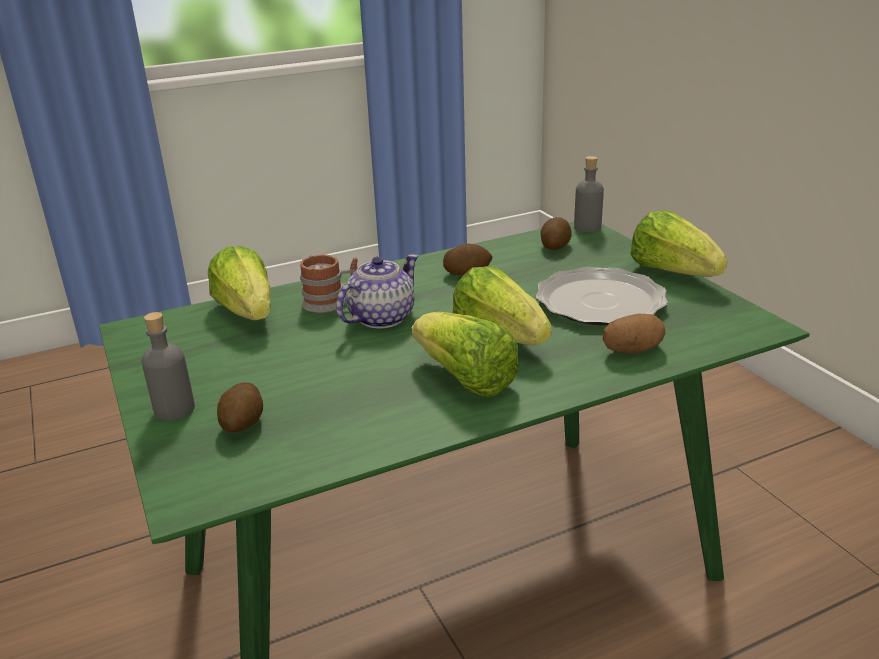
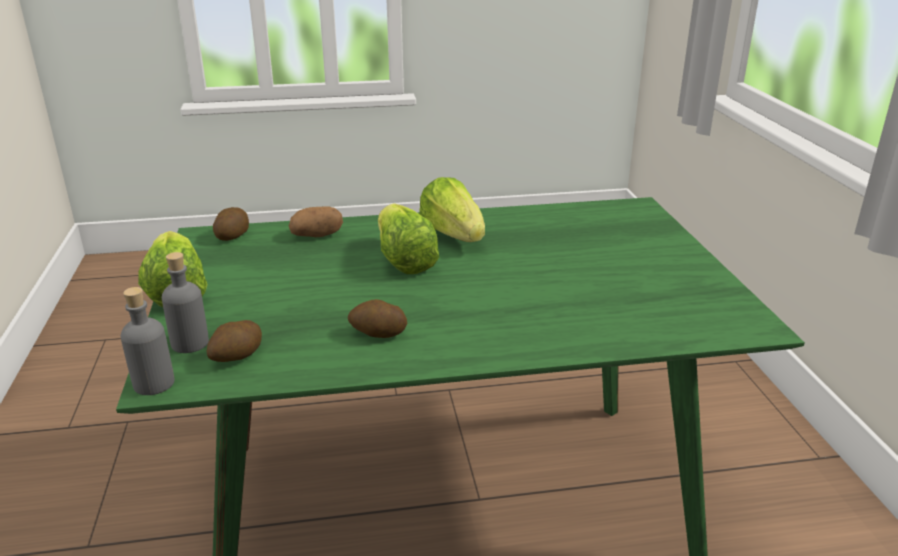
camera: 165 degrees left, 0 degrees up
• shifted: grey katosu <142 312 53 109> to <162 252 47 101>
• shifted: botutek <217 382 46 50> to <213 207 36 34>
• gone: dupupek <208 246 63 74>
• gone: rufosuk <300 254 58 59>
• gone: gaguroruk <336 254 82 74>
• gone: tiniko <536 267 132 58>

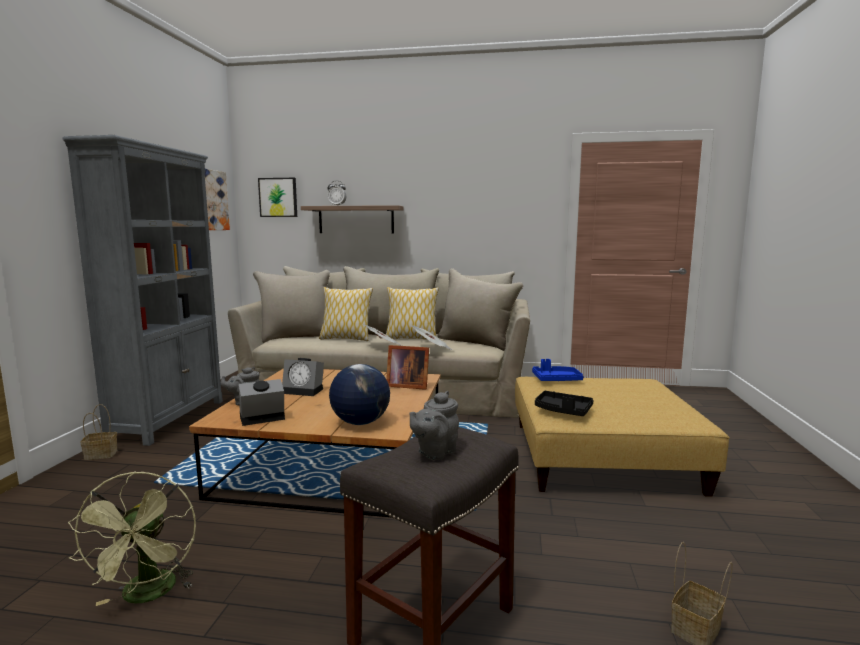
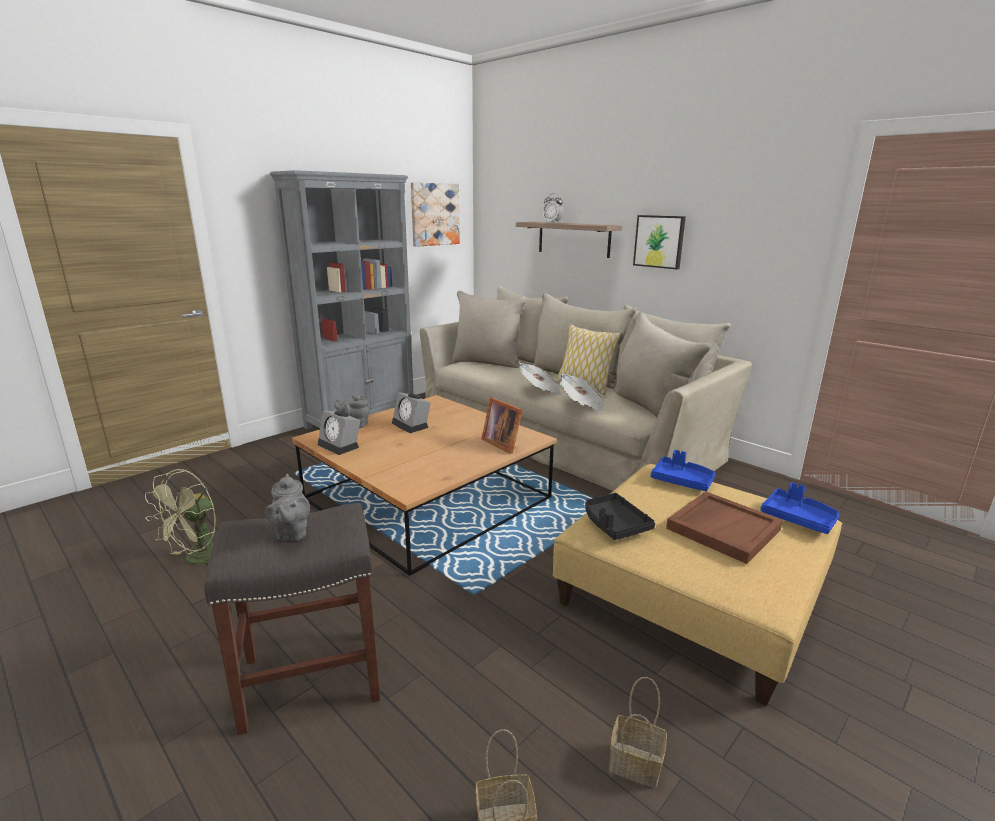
camera: 35 degrees right, 10 degrees up
• rotated: grey gaguroruk <409 391 50 69> = <265 474 45 66> 90 degrees counterclockwise
• rotated: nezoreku <239 379 46 47> = <318 410 42 45> 150 degrees counterclockwise
• shifted: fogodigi <80 404 37 56> to <610 677 57 111>
• shifted: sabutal <258 178 39 39> to <633 215 53 55>
• new: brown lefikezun <666 491 117 73>
• new: blue lefikezun <760 482 80 52>
• gone: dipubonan <319 287 54 54>
• gone: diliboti <329 364 61 61>

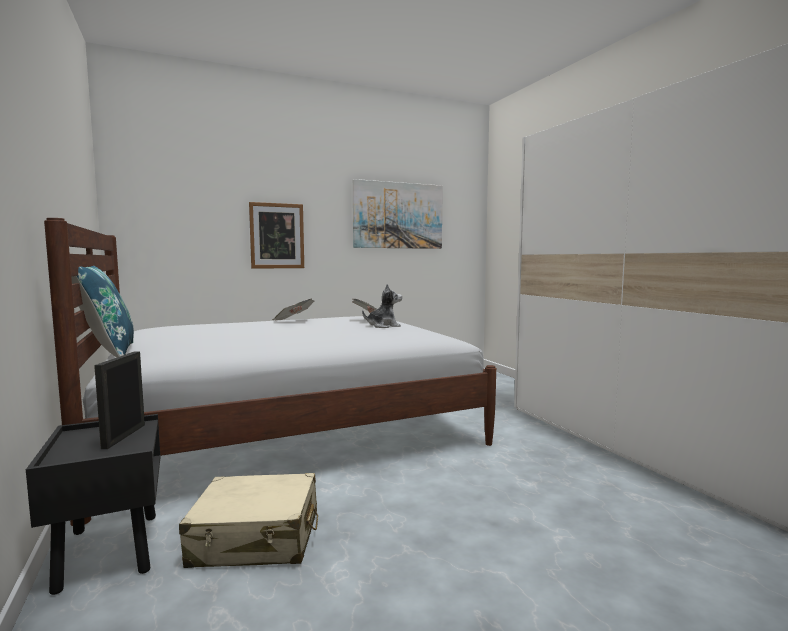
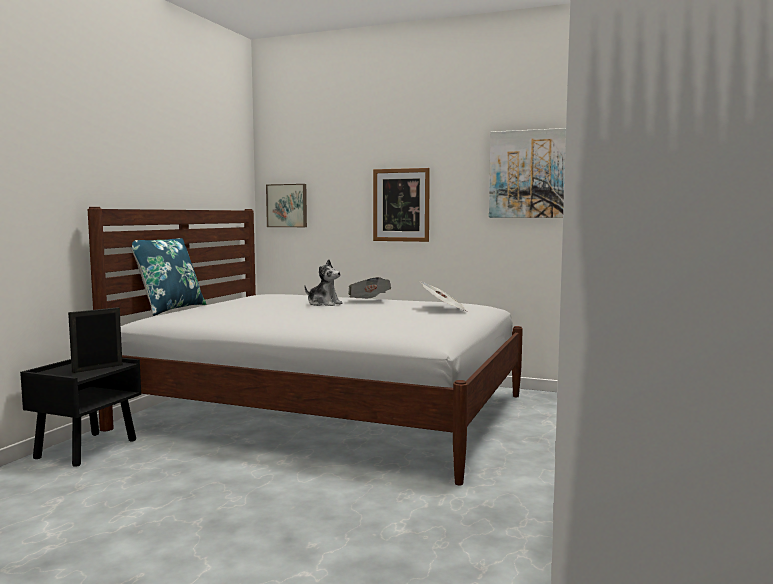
camera: 45 degrees right, 0 degrees up
• new: sabutal <266 184 41 43>
• shifted: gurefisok <362 284 40 44> to <305 259 37 47>
• gone: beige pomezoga <179 473 139 95>

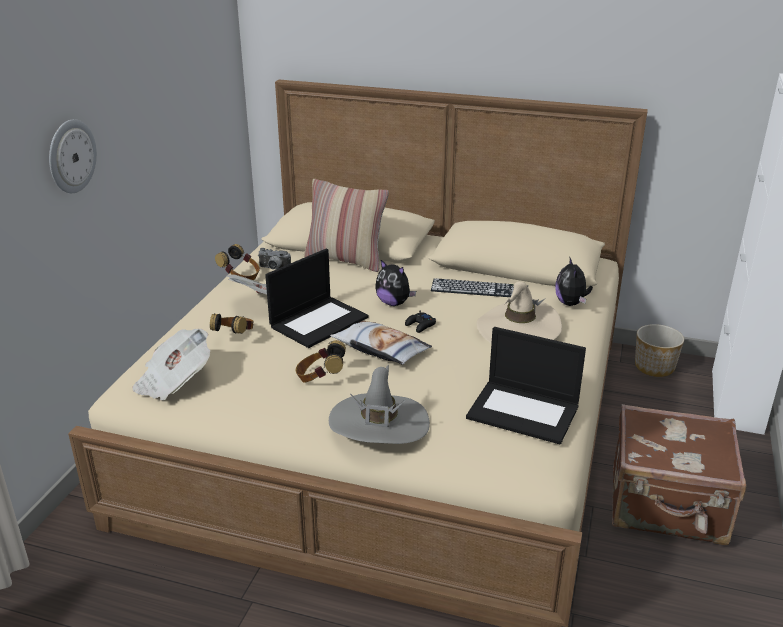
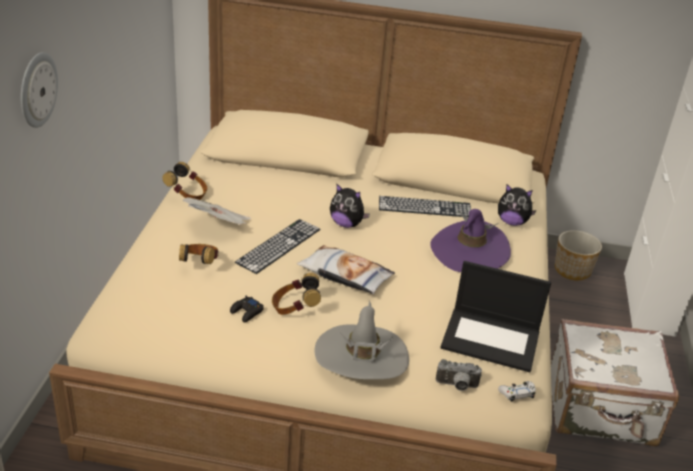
camera: 10 degrees left, 5 degrees up
• shifted: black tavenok <405 311 31 22> to <230 296 34 26>
• swapped: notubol <265 249 103 99> to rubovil <235 219 85 55>
• repainted: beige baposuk <476 281 86 63> to purple baposuk <430 209 81 63>
• shifted: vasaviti <258 248 33 21> to <436 359 46 32>
• rotated: gurefisok <555 256 38 50> = <498 184 38 42> 60 degrees counterclockwise
• new: white tavenok <498 381 38 21>
• repainted: brown pomezoga <612 404 134 141> to white pomezoga <551 319 128 127>
• gone: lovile <132 329 78 71>
• gone: dipubonan <304 179 85 93>

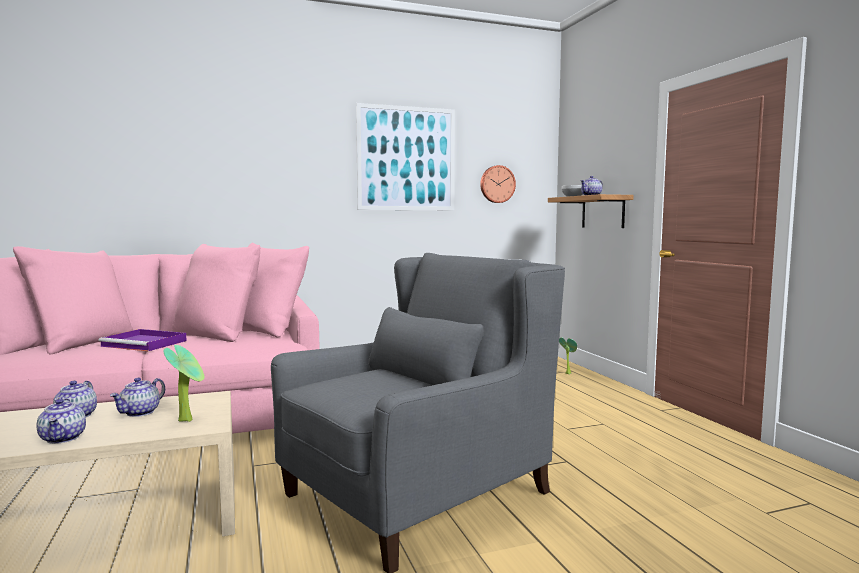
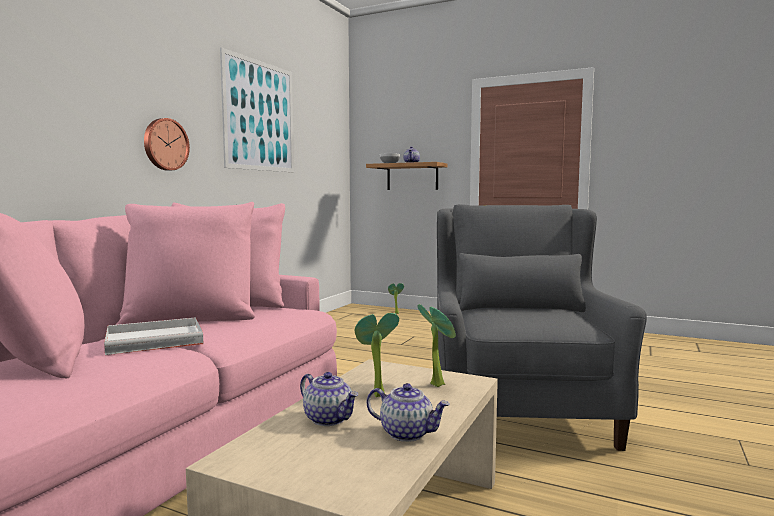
camera: 45 degrees left, 0 degrees up
• repainted: purple lefikezun <99 329 88 22> to white lefikezun <104 317 100 38>
• shifted: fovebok <480 165 36 38> to <144 118 46 53>
• swapped: gaguroruk <110 378 55 39> to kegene <355 313 44 84>

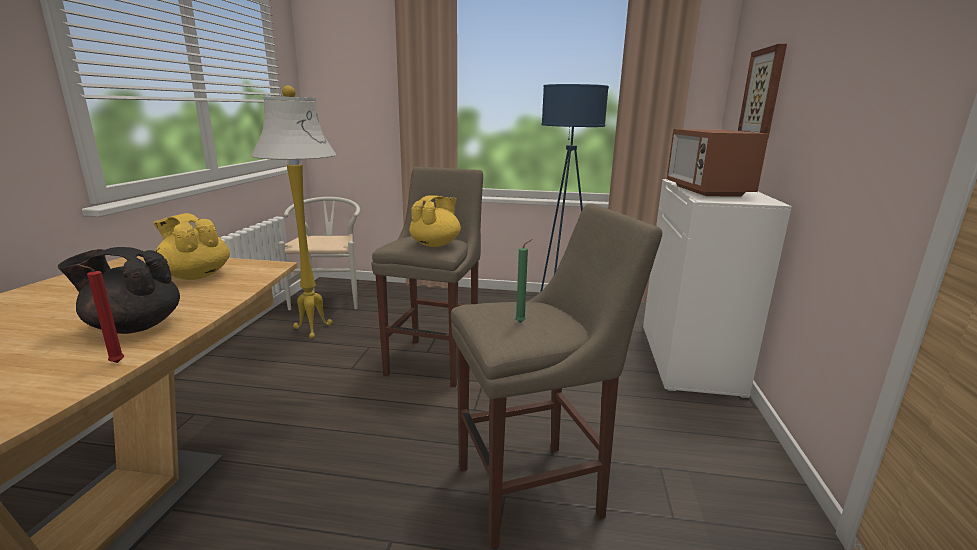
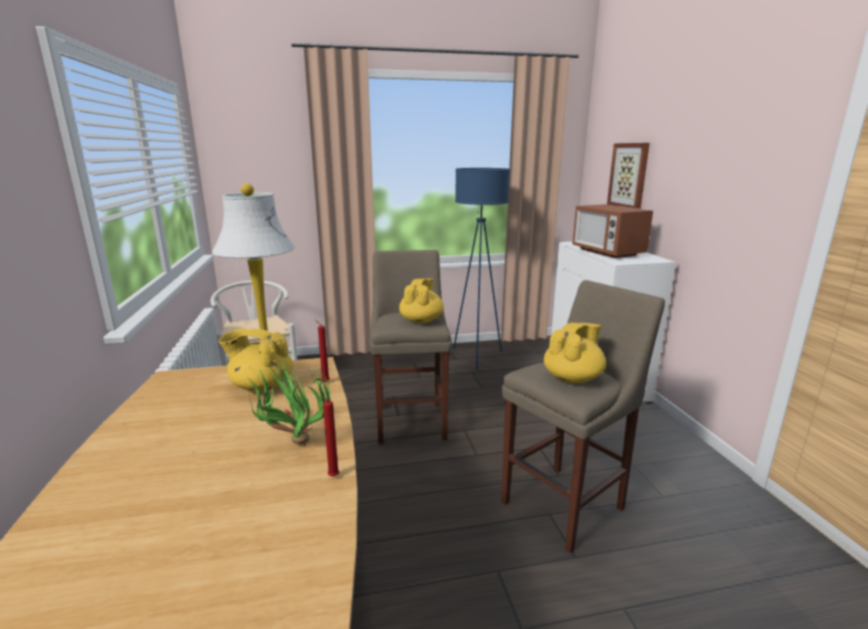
camera: 20 degrees left, 0 degrees up
• swapped: black gaguroruk <58 247 122 87> to kegene <248 358 82 87>
• new: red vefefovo <315 320 15 62>
• swapped: green vefefovo <515 239 17 84> to yellow gaguroruk <544 323 62 61>

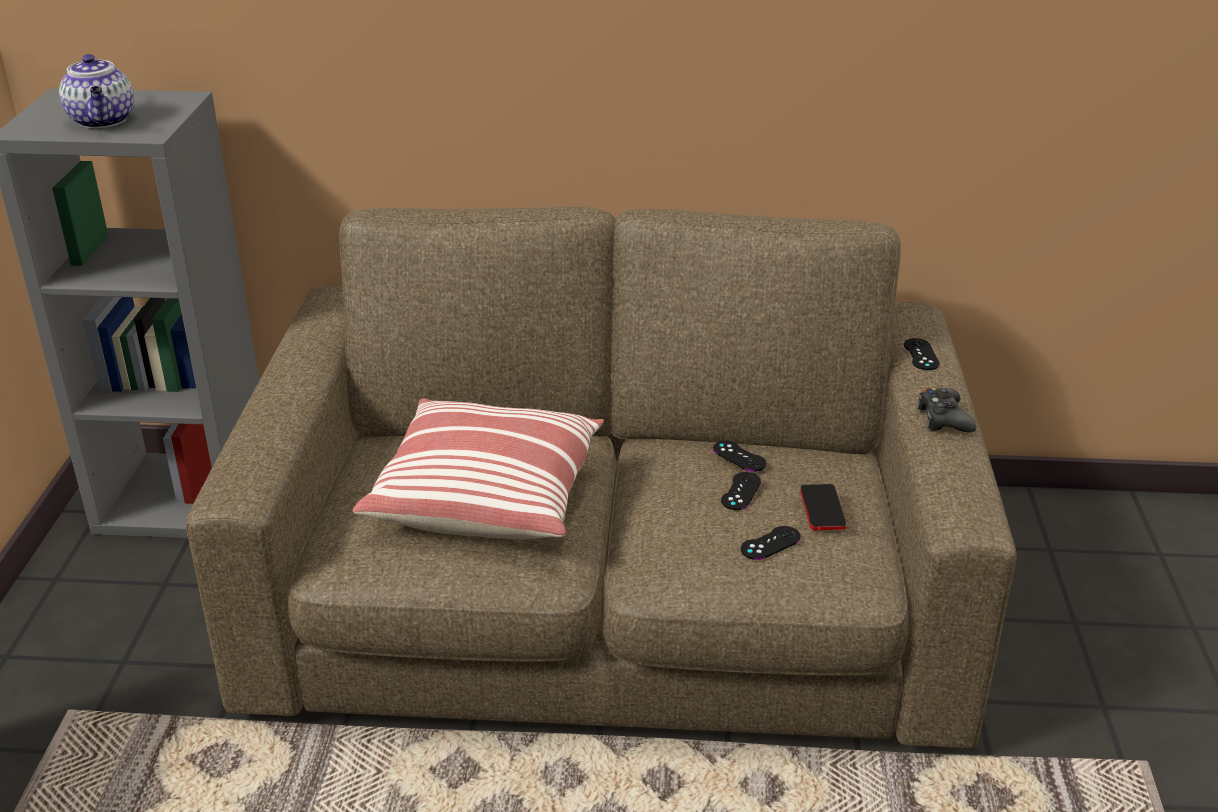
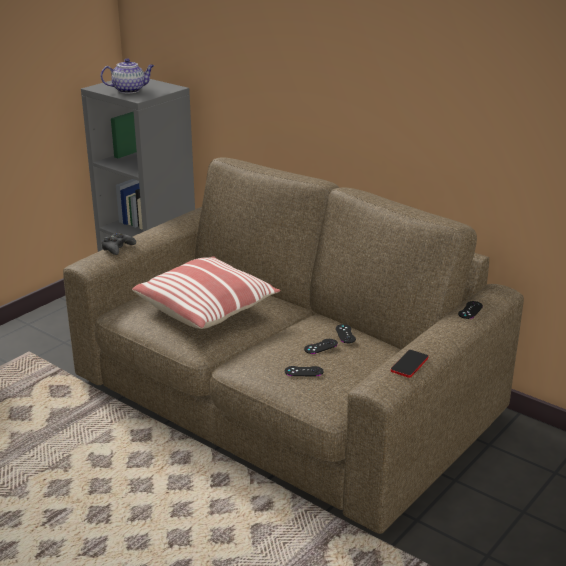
camera: 35 degrees right, 5 degrees down
• rotated: gaguroruk <59 54 75 74> = <101 58 54 35> 120 degrees counterclockwise
• shifted: black tavenok <915 388 61 45> to <102 233 34 22>
• shifted: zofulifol <800 484 46 46> to <391 350 37 28>

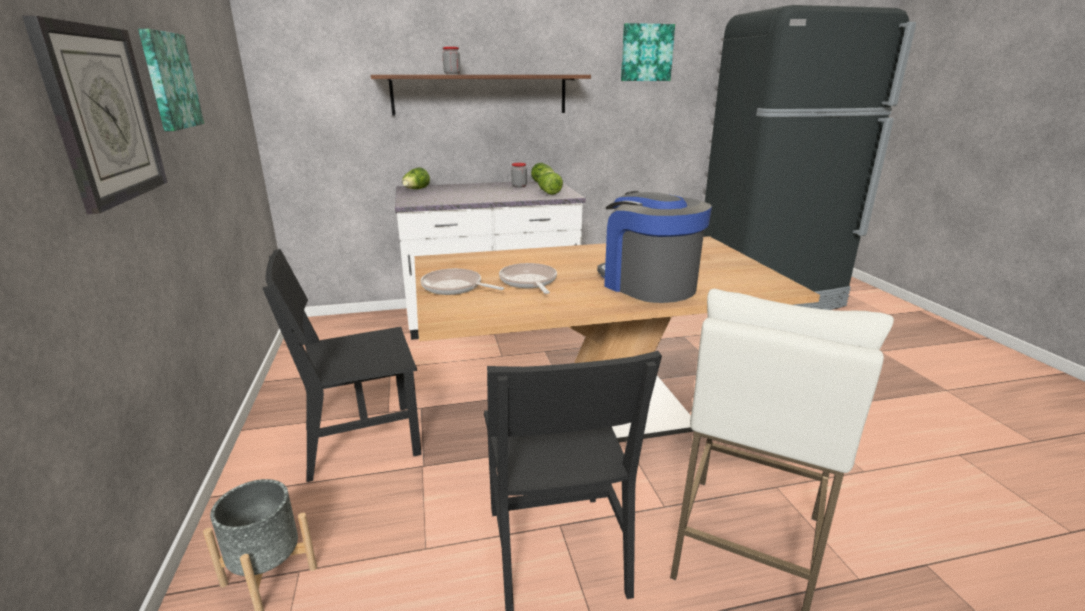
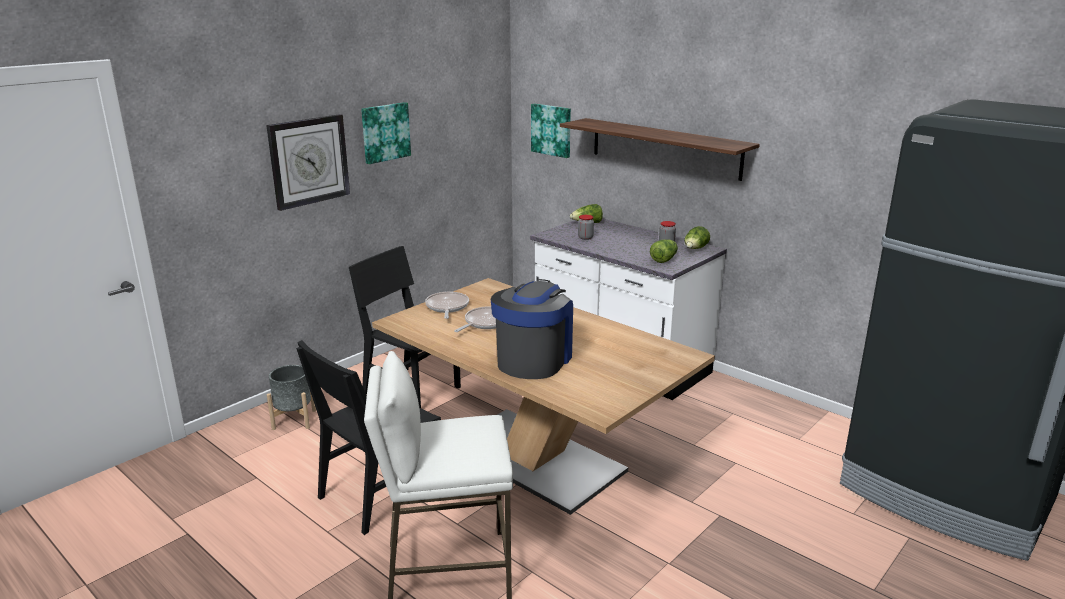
camera: 55 degrees right, 0 degrees up
• shifted: sabutal <621 23 54 58> to <531 103 40 55>
• shifted: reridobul <442 47 19 27> to <578 215 16 25>

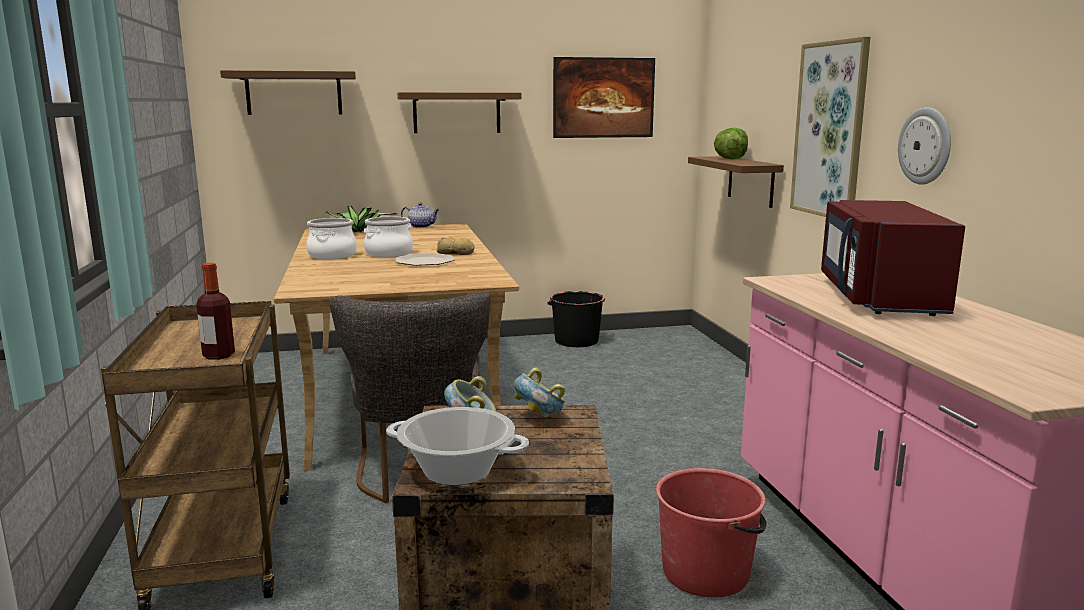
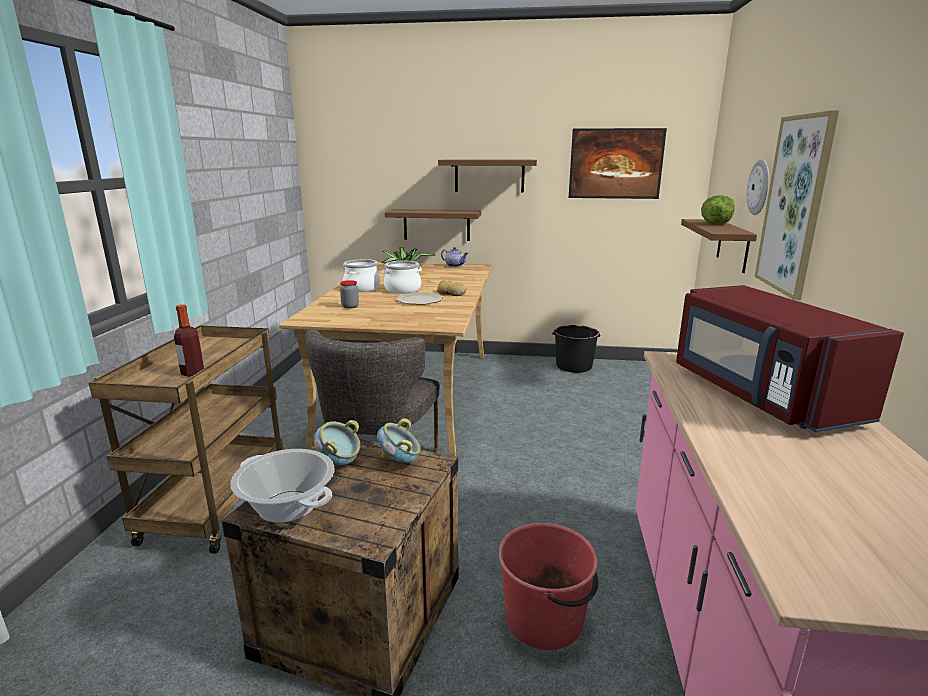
camera: 20 degrees right, 5 degrees up
• new: reridobul <340 280 19 29>
• shifted: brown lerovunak <220 70 136 45> to <385 209 96 32>
• rotated: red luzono <821 200 144 116> = <676 285 228 148> 45 degrees counterclockwise
• shifted: fovebok <898 107 53 78> to <747 159 22 56>

